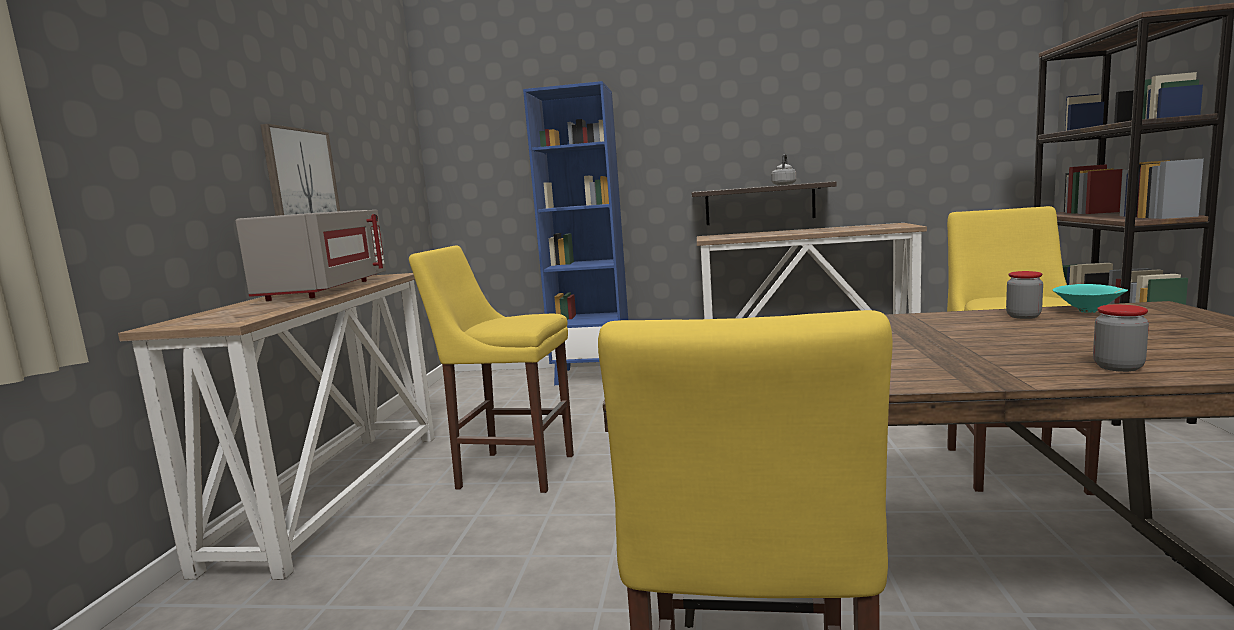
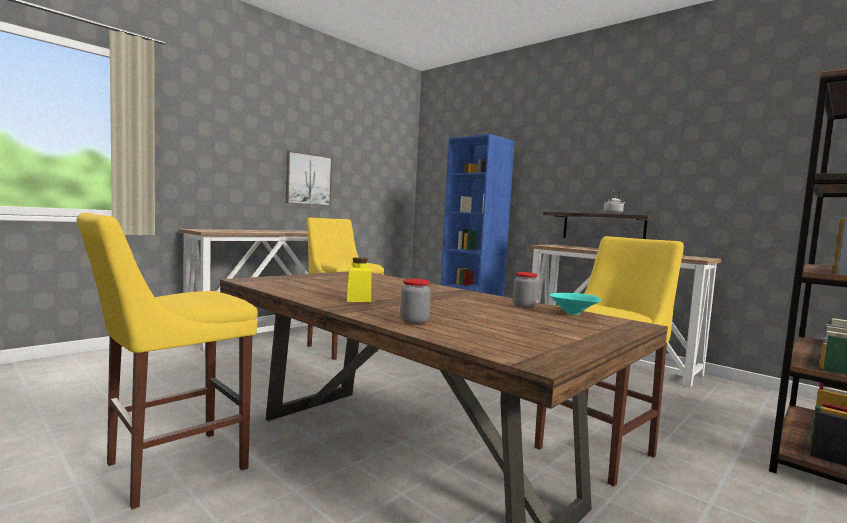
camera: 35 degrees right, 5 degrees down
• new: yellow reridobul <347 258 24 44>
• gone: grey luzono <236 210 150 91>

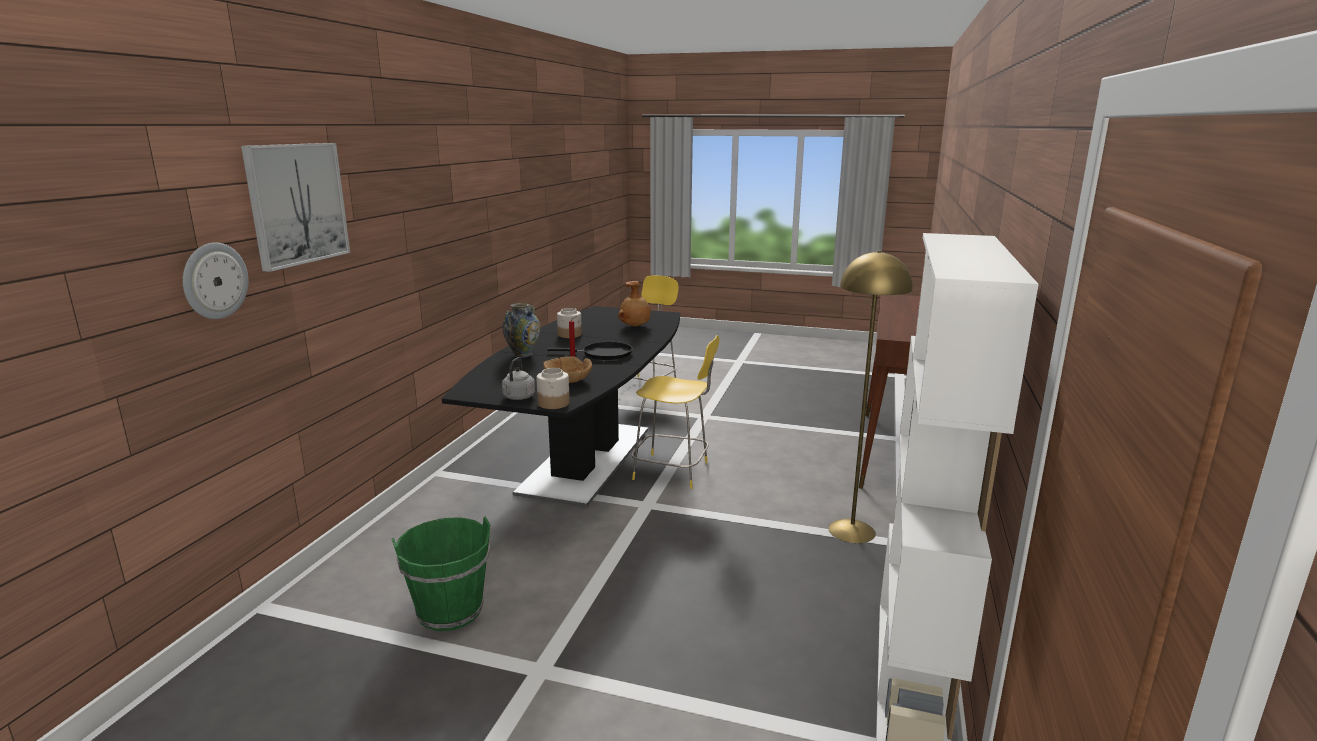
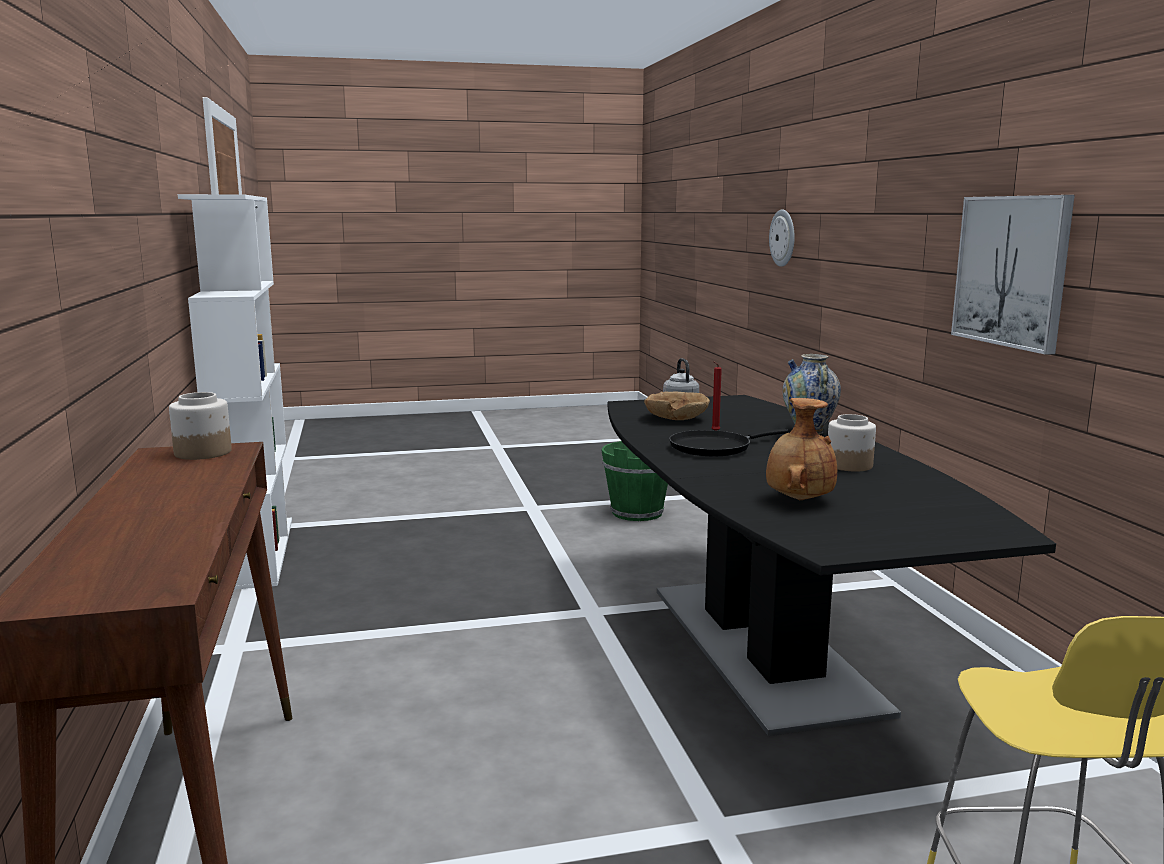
camera: 150 degrees right, 5 degrees down
• shifted: reridobul <536 368 34 41> to <169 392 63 68>
• shifted: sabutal <241 143 109 129> to <951 195 124 160>
• gone: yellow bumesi <632 335 87 154>
• gone: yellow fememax <828 250 85 293>

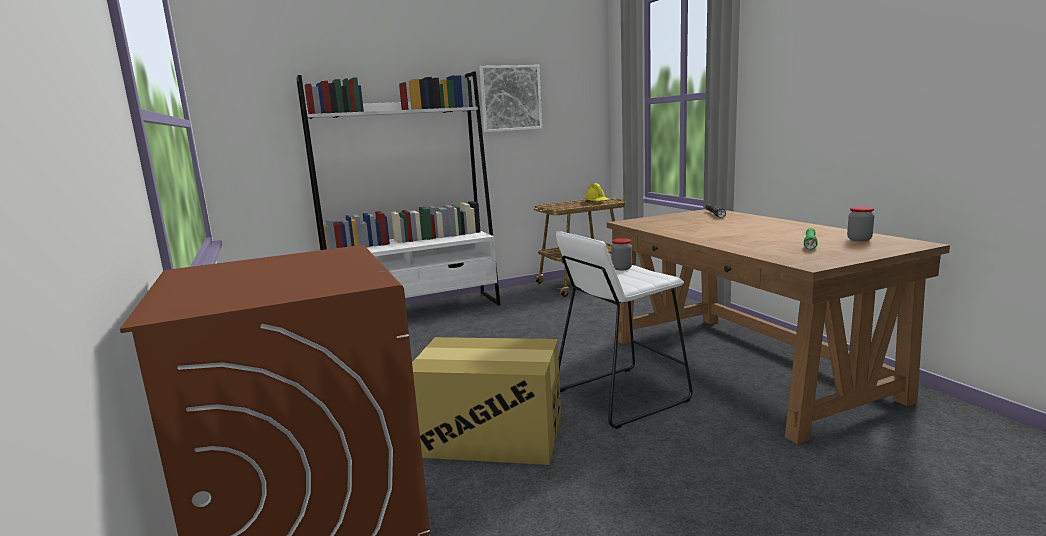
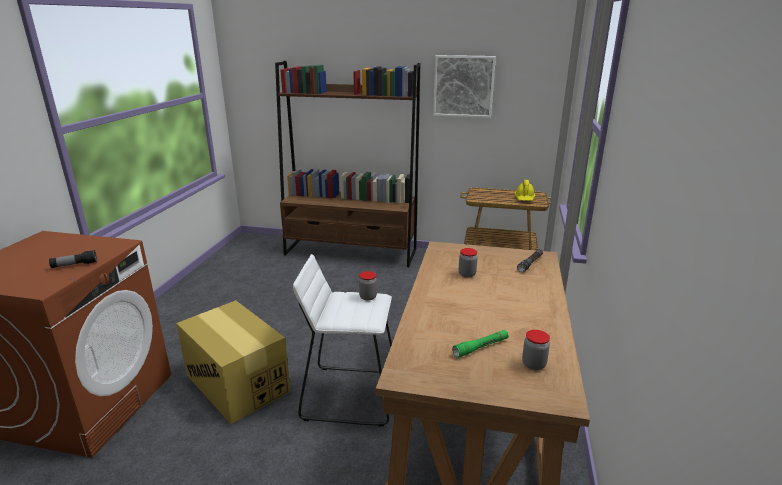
camera: 35 degrees right, 10 degrees up
• new: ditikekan <49 250 48 18>
• repainted: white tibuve <296 72 205 233> to brown tibuve <275 61 145 206>
• new: reridobul <459 248 19 29>

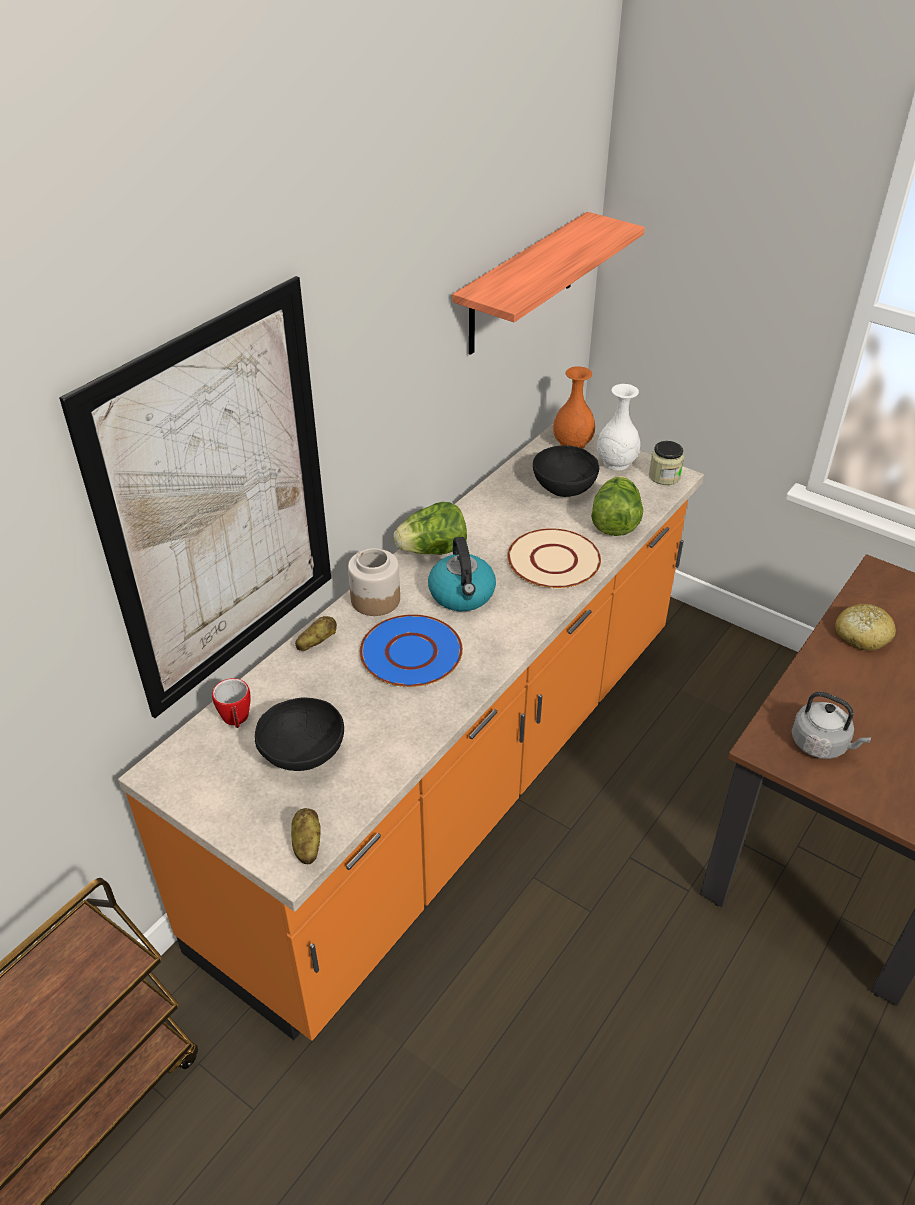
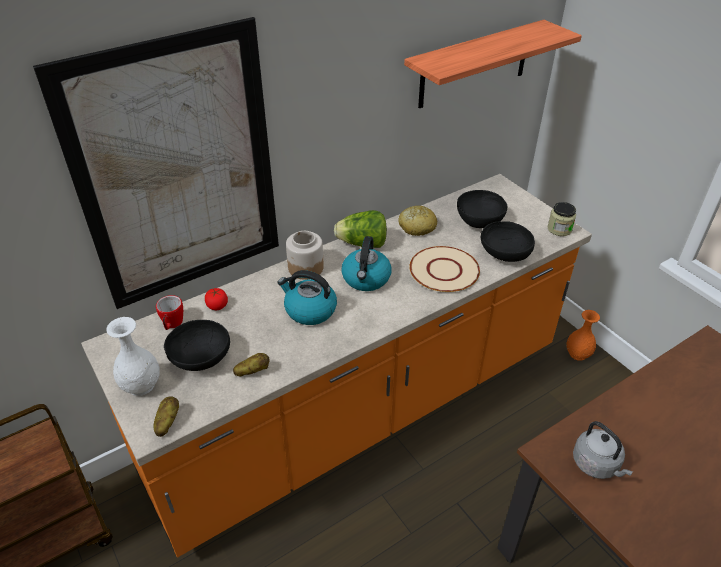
camera: 20 degrees right, 0 degrees up
• shifted: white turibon <597 384 43 87> to <106 317 54 79>
• new: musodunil <205 288 23 22>
• shifted: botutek <295 616 42 35> to <233 353 36 23>
• swapped: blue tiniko <360 614 103 73> to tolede <277 270 60 55>
• shifted: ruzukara <835 604 61 47> to <398 206 39 30>
• swapped: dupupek <591 476 52 60> to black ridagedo <481 221 54 41>
• shifted: orange turibon <553 366 42 83> to <566 310 34 51>

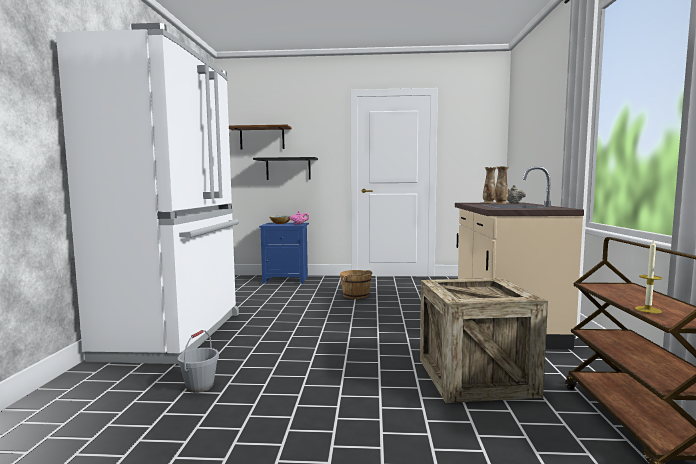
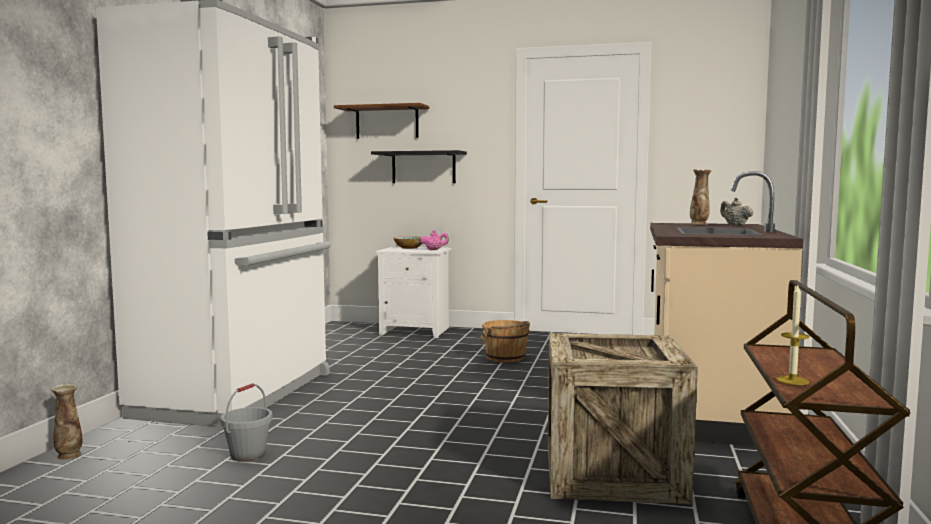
camera: 10 degrees right, 0 degrees up
• shifted: turibon <494 166 15 38> to <51 384 31 76>
• repainted: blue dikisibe <259 223 50 61> to white dikisibe <376 246 76 92>

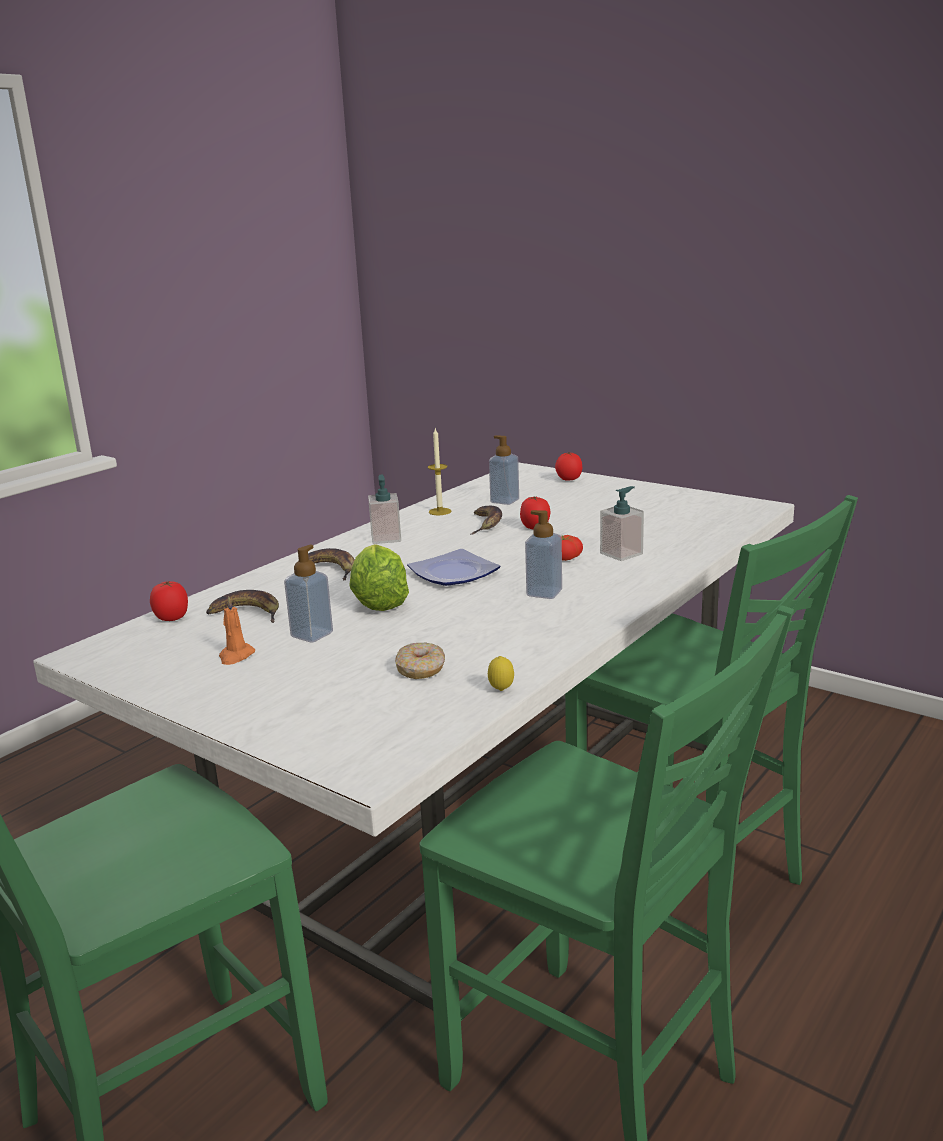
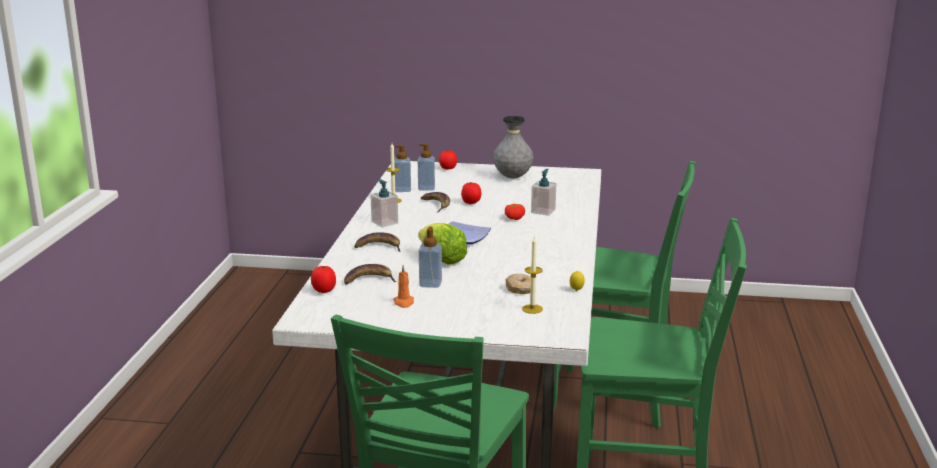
camera: 30 degrees left, 0 degrees up
• shifted: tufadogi <525 510 37 89> to <394 145 17 47>
• new: grey turibon <493 116 40 63>
• new: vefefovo <522 236 21 78>

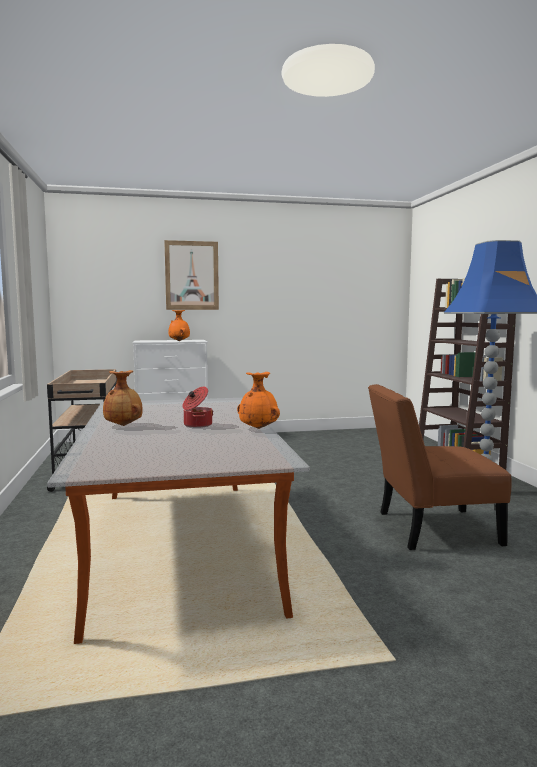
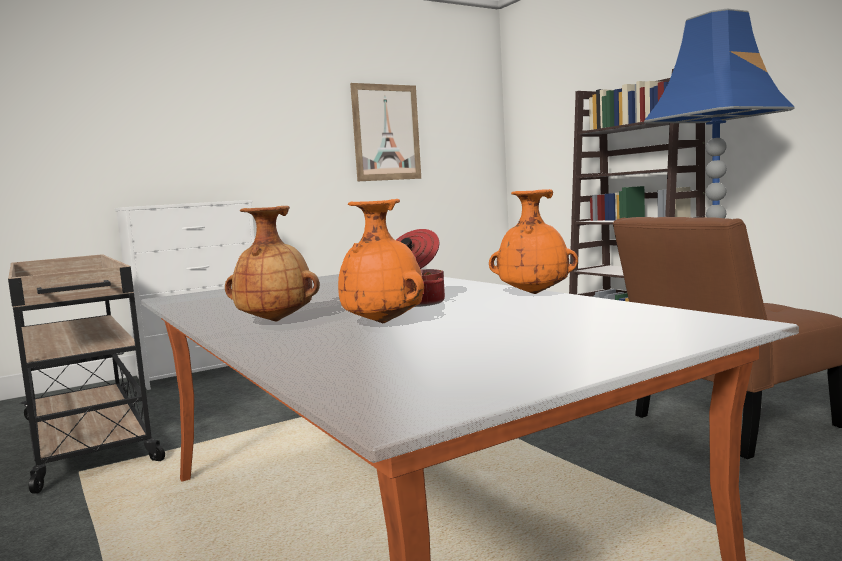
camera: 20 degrees left, 0 degrees up
• shifted: orange turibon <168 310 22 31> to <338 199 86 124>
• shifted: sabutal <164 240 55 70> to <350 83 71 99>

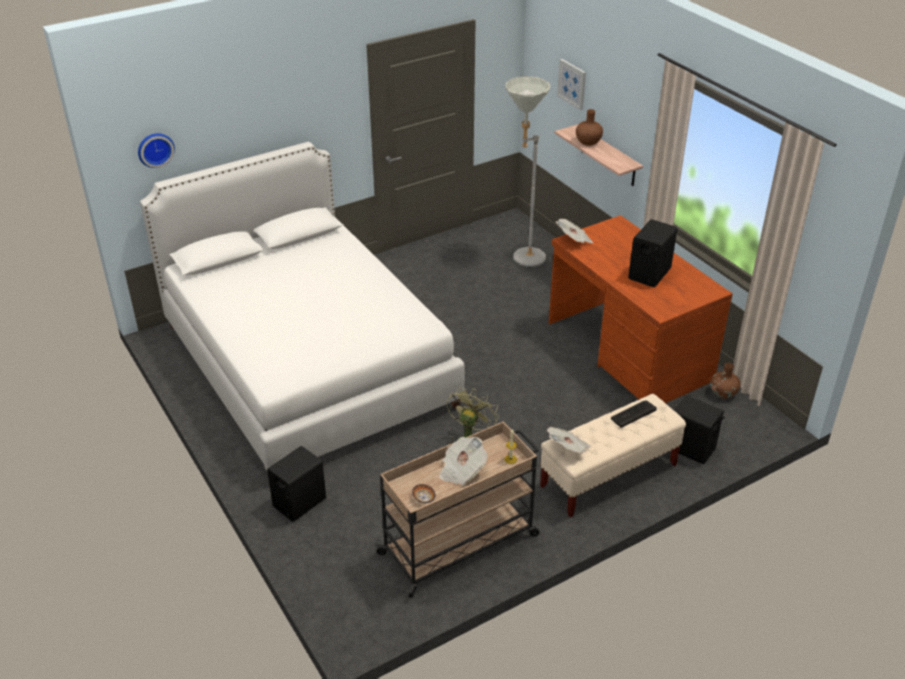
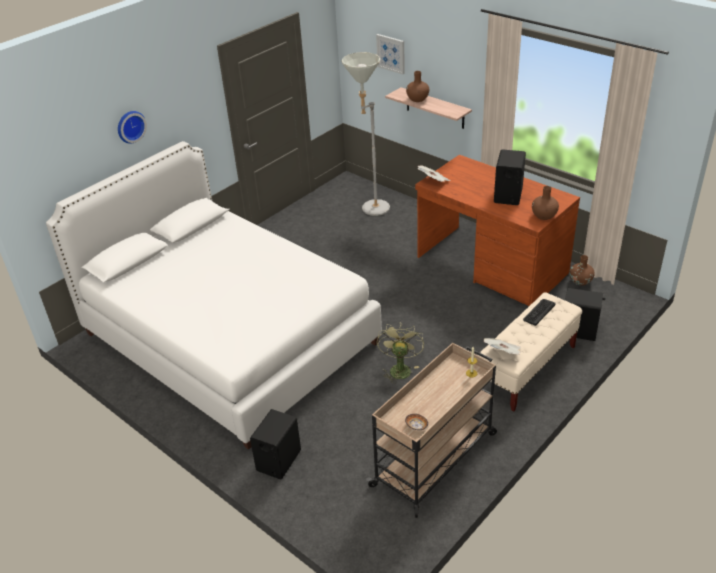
camera: 15 degrees left, 0 degrees up
• shifted: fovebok <138 133 37 35> to <118 111 29 33>
• new: brown turibon <532 186 27 34>
• gone: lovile <439 437 49 49>

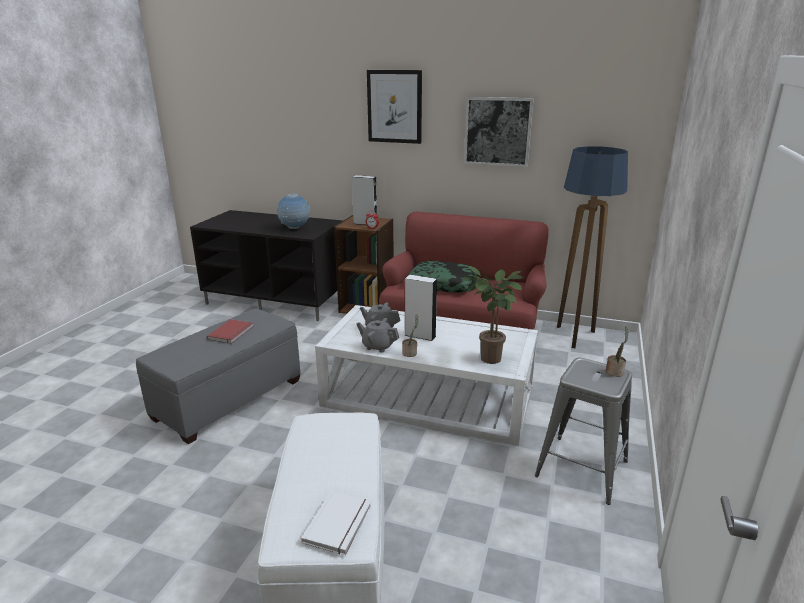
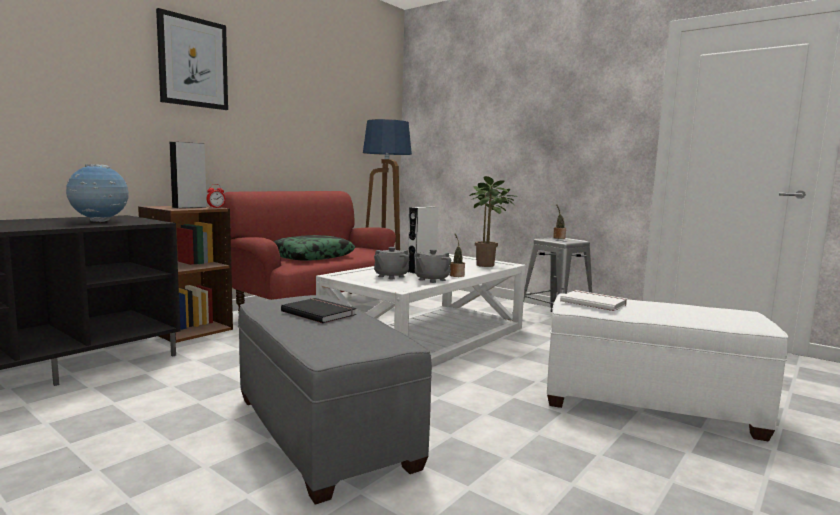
camera: 70 degrees left, 15 degrees down
• repainted: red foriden <207 319 47 25> to black foriden <281 298 75 25>
• shifted: white foriden <301 491 70 65> to <560 290 67 21>
• gone: sabutal <464 97 70 70>

